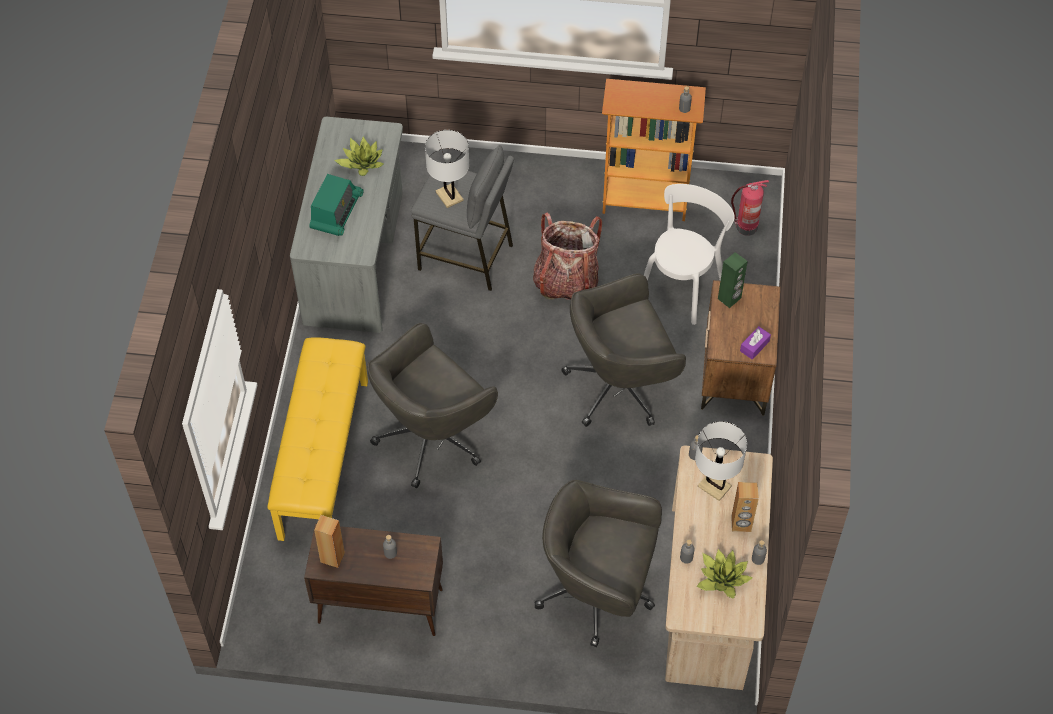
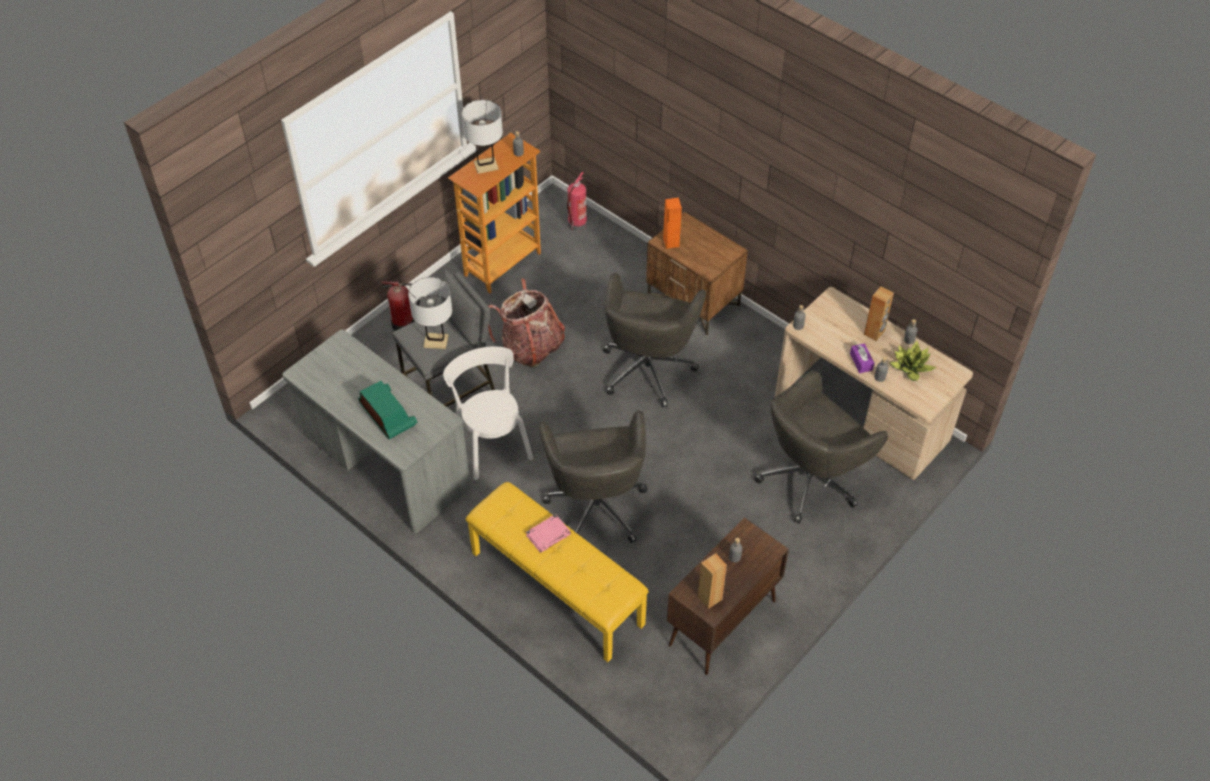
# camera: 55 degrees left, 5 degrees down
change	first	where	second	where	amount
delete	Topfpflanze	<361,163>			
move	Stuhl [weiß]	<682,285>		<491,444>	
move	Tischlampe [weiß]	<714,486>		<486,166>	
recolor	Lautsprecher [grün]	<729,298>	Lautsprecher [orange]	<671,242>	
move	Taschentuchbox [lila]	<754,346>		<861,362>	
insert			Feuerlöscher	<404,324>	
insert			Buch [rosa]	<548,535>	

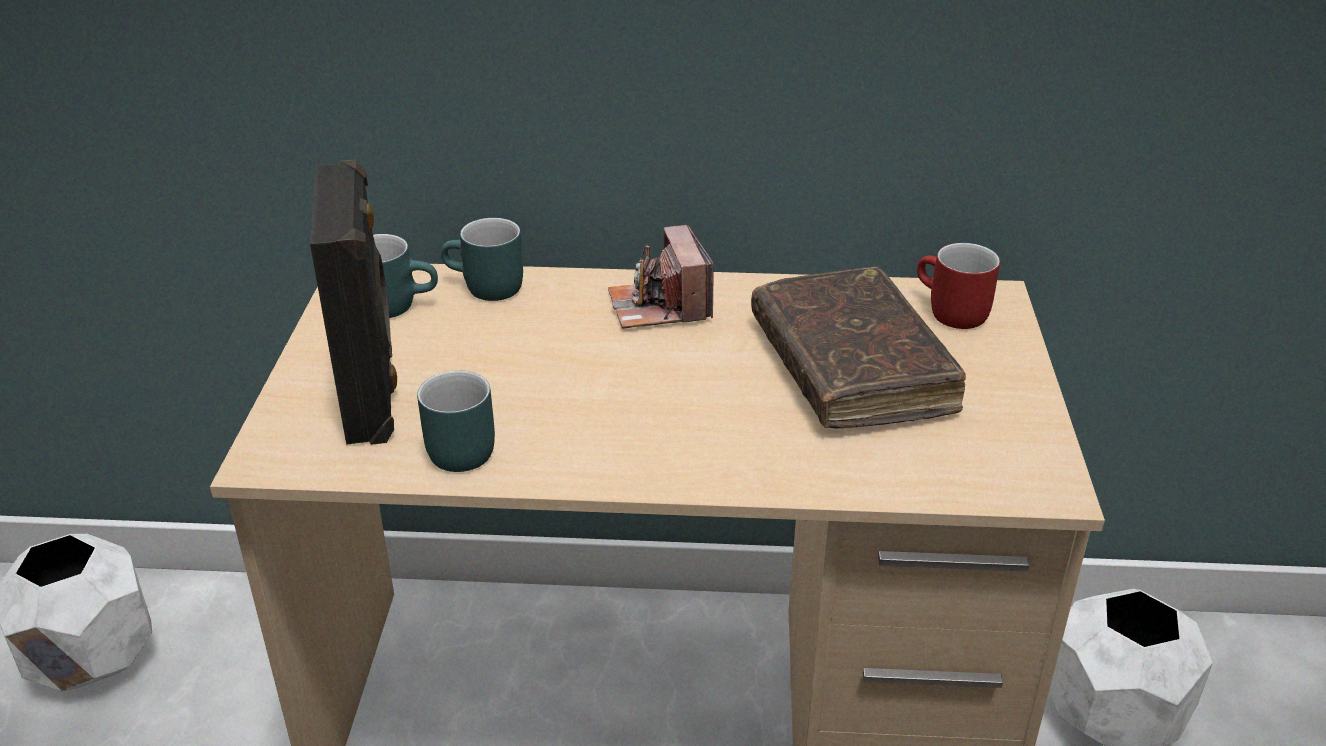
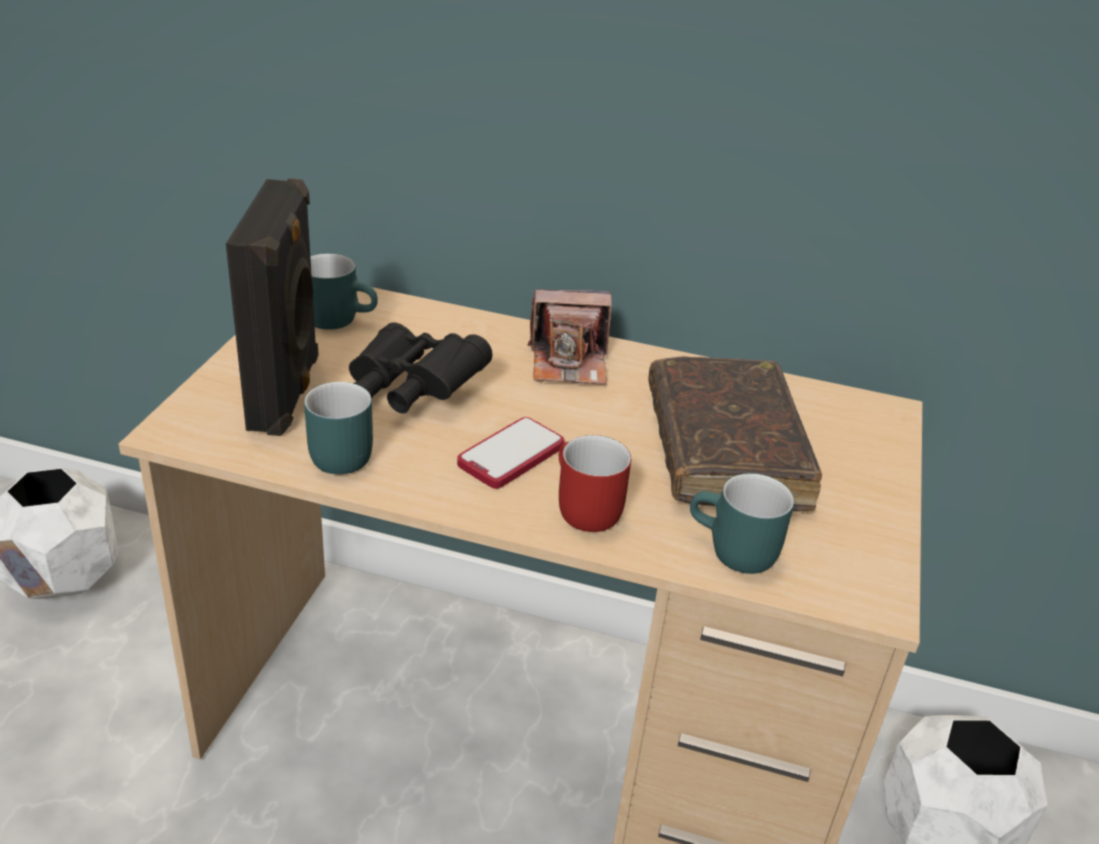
# camera: 10 degrees right, 0 degrees up
change	first	where	second	where	amount
move	Henkelbecher [türkis]	<484,289>		<732,553>	
rotate	Kamera	<659,306>		<569,362>	90 degrees counterclockwise
move	Henkelbecher [rot]	<948,313>		<580,508>	
insert			Fernglas [schwarz]	<410,391>	
insert			Handy	<511,455>	

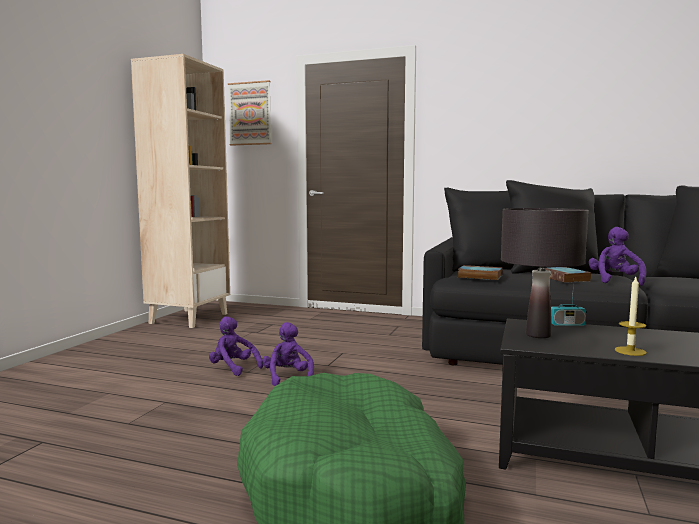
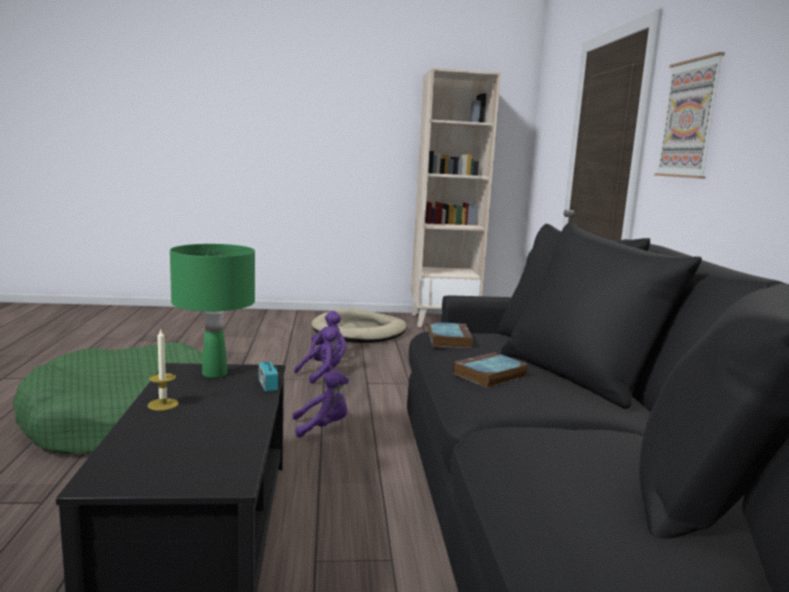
# camera: 65 degrees right, 5 degrees up
change	first	where	second	where	amount
move	Bild	<250,113>		<689,119>	
recolor	Tischlampe [schwarz]	<538,335>	Tischlampe [grün]	<215,374>	
move	Plüschtier [lila]	<615,281>		<323,427>	
insert			Hundebett [beige]	<359,331>	

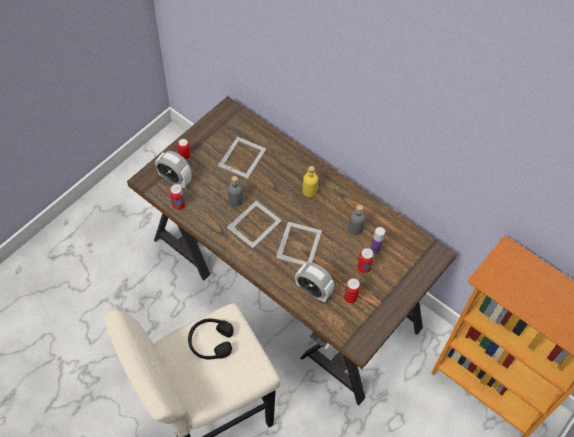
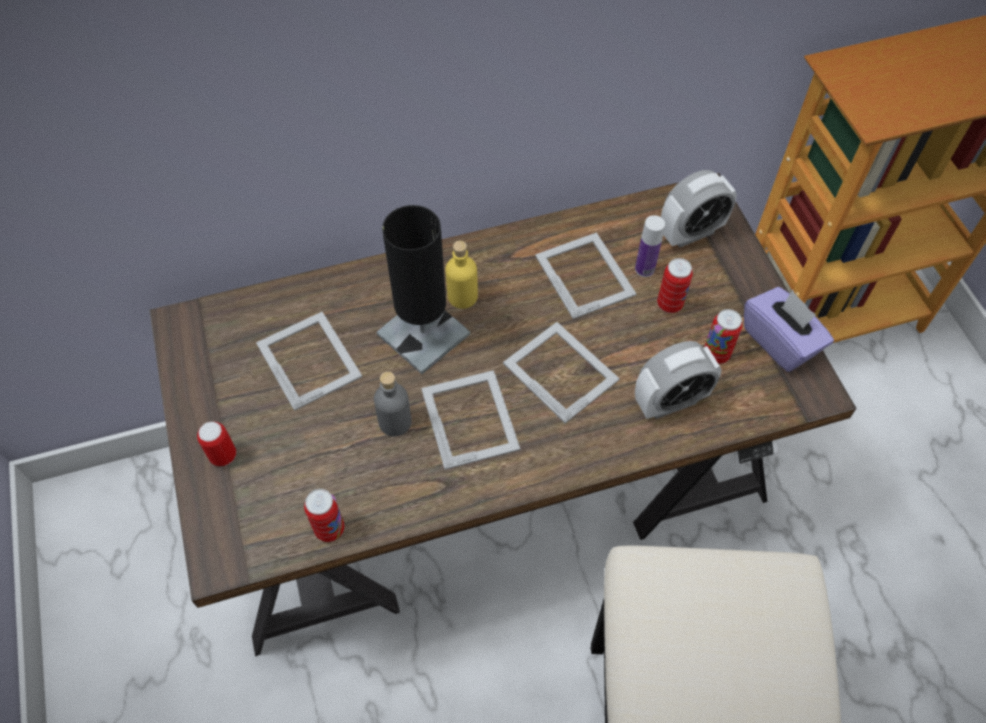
# camera: 55 degrees left, 0 degrees up
change	first	where	second	where	amount
move	Wecker	<175,180>		<691,233>	
delete	Kopfhörer [schwarz]	<211,342>			
replace	Flasche [grau]	<355,228>	Bilderrahmen	<585,274>	
insert			Tischlampe [schwarz]	<423,334>	
insert			Taschentuchbox [lila]	<780,341>	

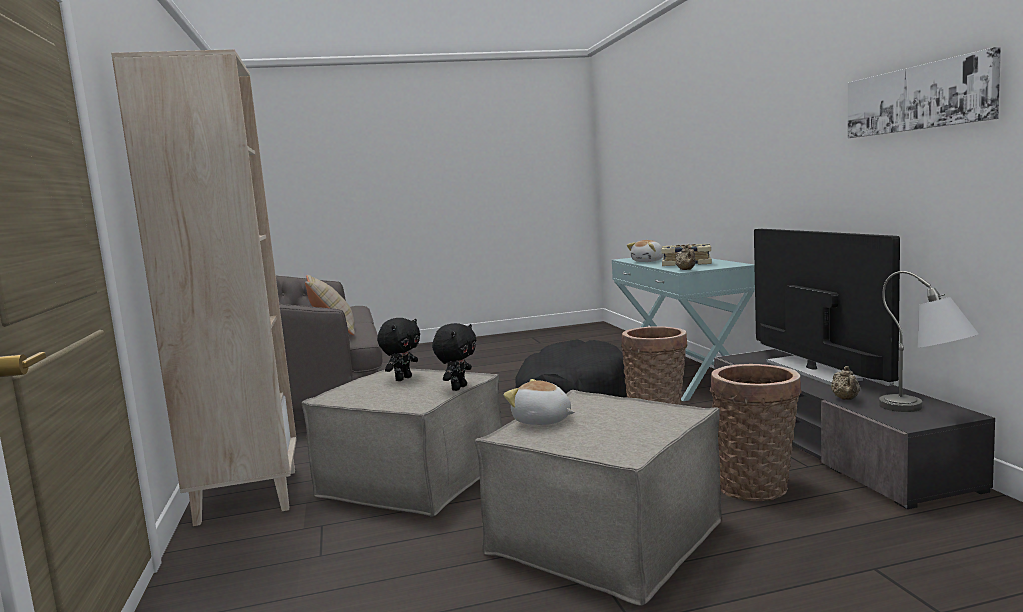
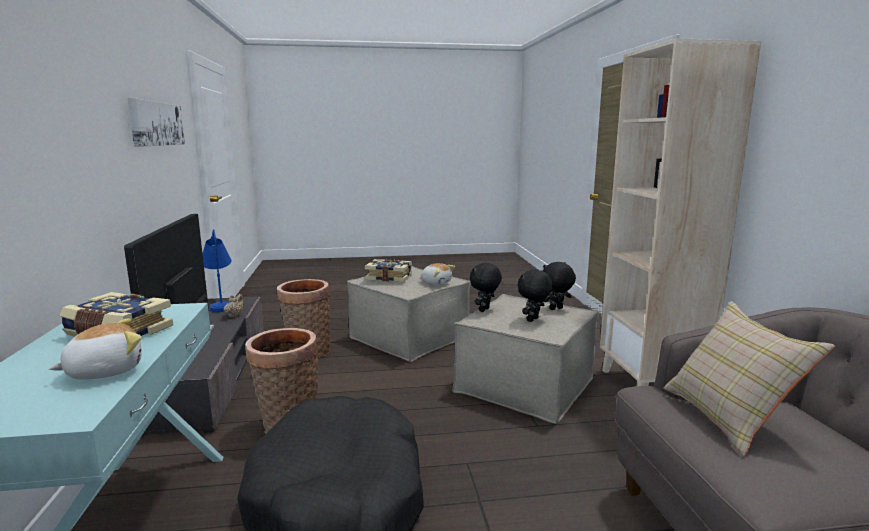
# camera: 175 degrees left, 5 degrees up
change	first	where	second	where	amount
delete	Teekanne [beige]	<686,270>			
recolor	Tischlampe [grau]	<926,412>	Tischlampe [blau]	<221,304>	
insert			Buch	<389,277>	
insert			Plüschtier [schwarz]	<556,309>	

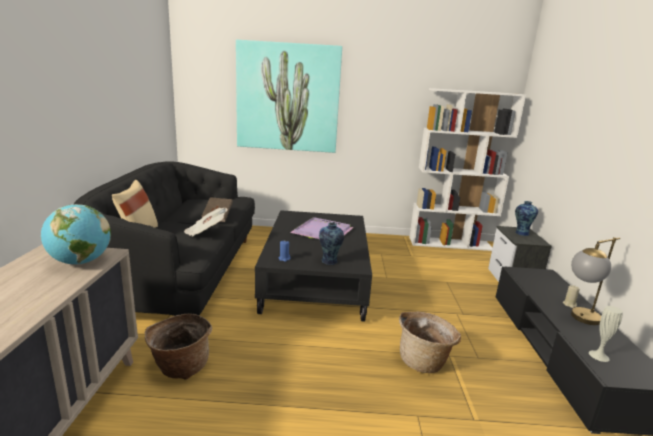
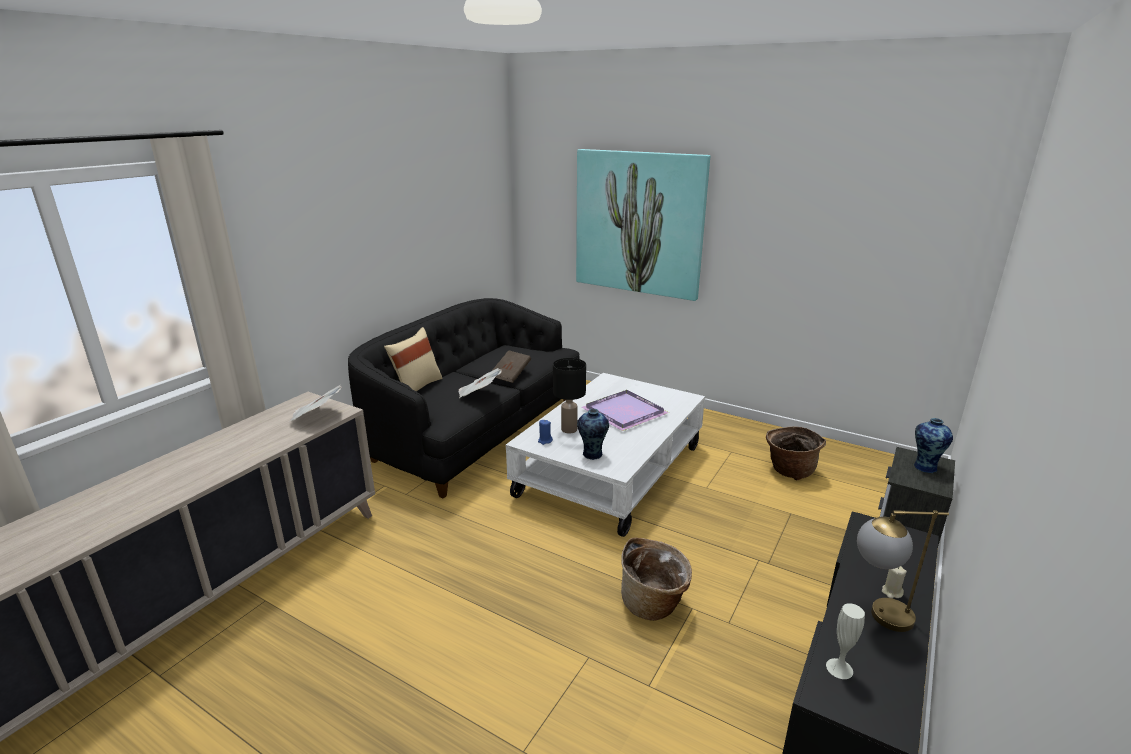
# camera: 30 degrees right, 5 degrees up
change	first	where	second	where	amount
replace	Globus	<80,262>	Zeitung	<317,417>	
move	Korb	<180,367>		<789,471>	
recolor	Couchtisch [schwarz]	<315,280>	Couchtisch [weiß]	<610,470>	
delete	Bücherregal [weiß]	<450,243>			
insert			Tischlampe [schwarz]	<568,430>	

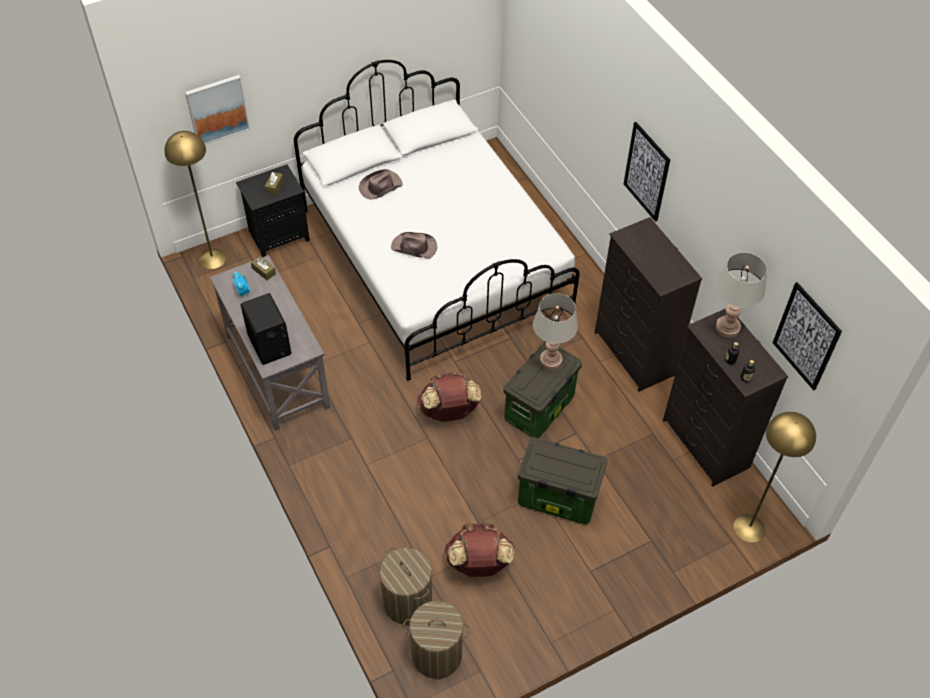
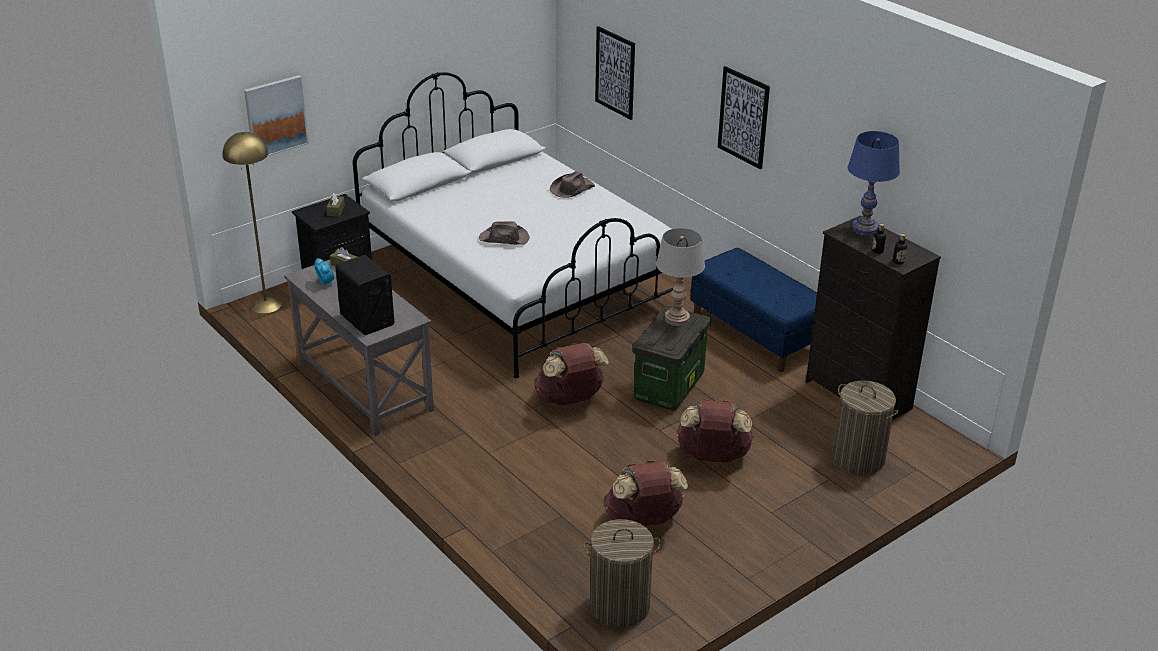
# camera: 10 degrees left, 20 degrees down
change	first	where	second	where	amount
move	Hut [braun]	<380,186>		<571,189>	
move	Wäschekorb	<408,602>		<858,458>	
replace	Aufbewahrungsbox	<556,499>	Rucksack [braun]	<713,457>	
replace	Kommode [schwarz]	<634,354>	Bank [blau]	<756,334>	
recolor	Tischlampe [grau]	<727,328>	Tischlampe [blau]	<864,229>	
delete	Stehlampe [gelb]	<749,528>			
move	Bild	<806,336>		<615,72>	

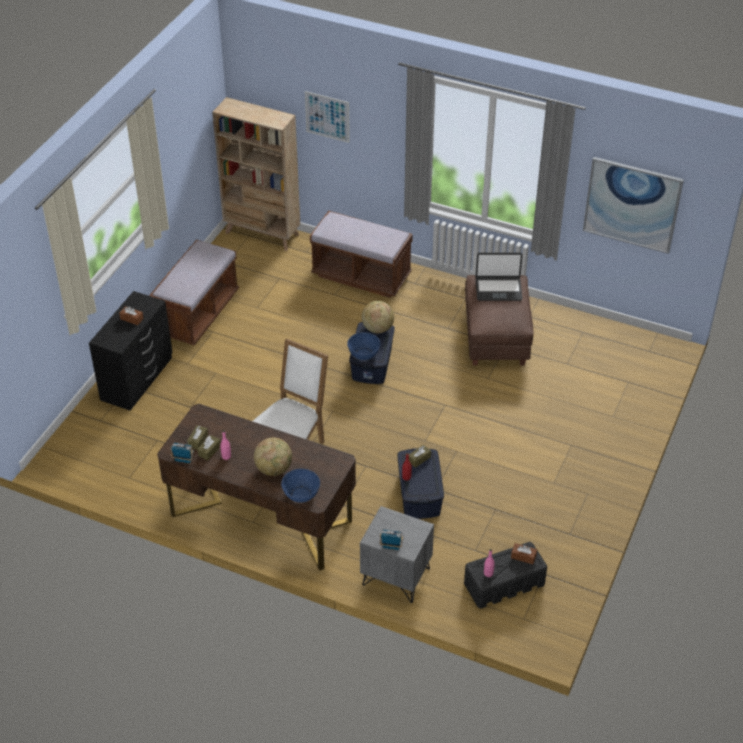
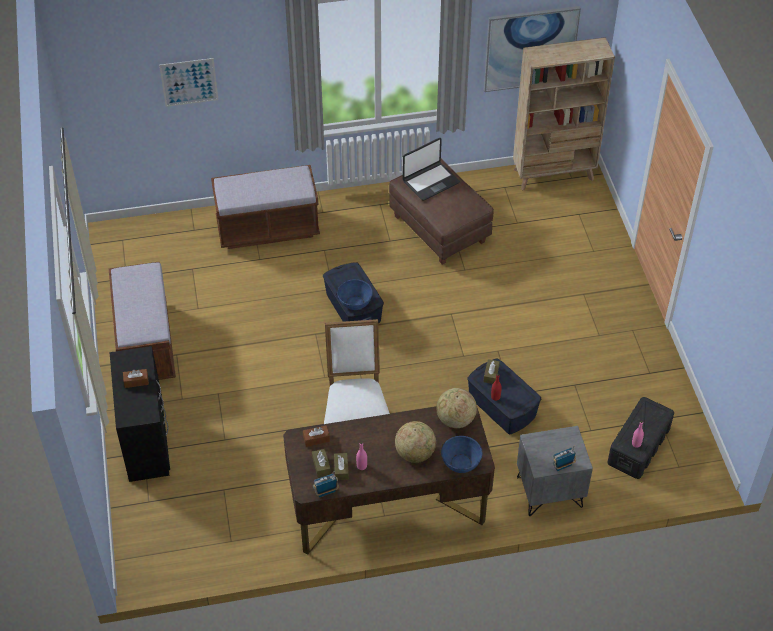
# camera: 35 degrees left, 5 degrees up
change	first	where	second	where	amount
move	Bücherregal [beige]	<262,234>		<554,174>	
move	Globus	<377,328>		<455,420>	
move	Taschentuchbox [braun]	<523,556>		<316,439>	

